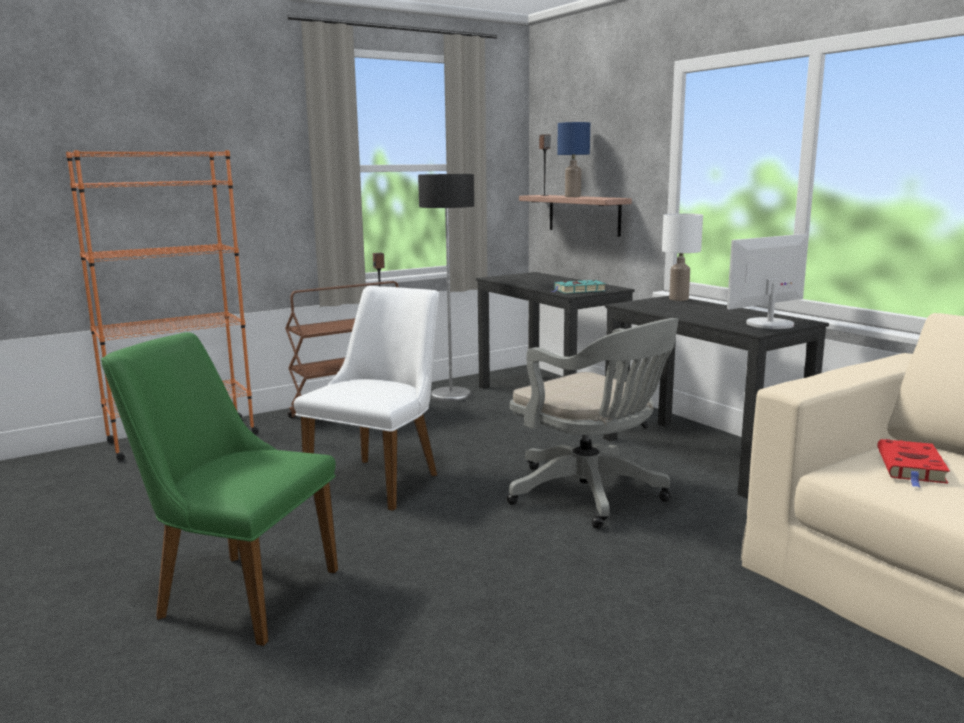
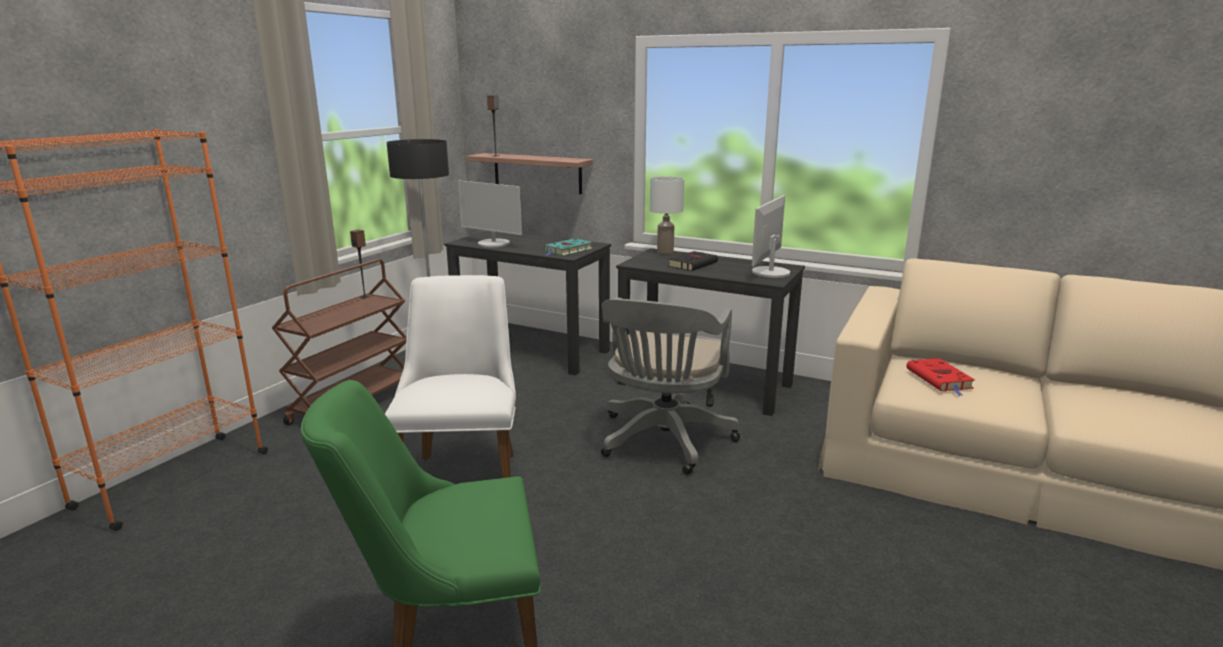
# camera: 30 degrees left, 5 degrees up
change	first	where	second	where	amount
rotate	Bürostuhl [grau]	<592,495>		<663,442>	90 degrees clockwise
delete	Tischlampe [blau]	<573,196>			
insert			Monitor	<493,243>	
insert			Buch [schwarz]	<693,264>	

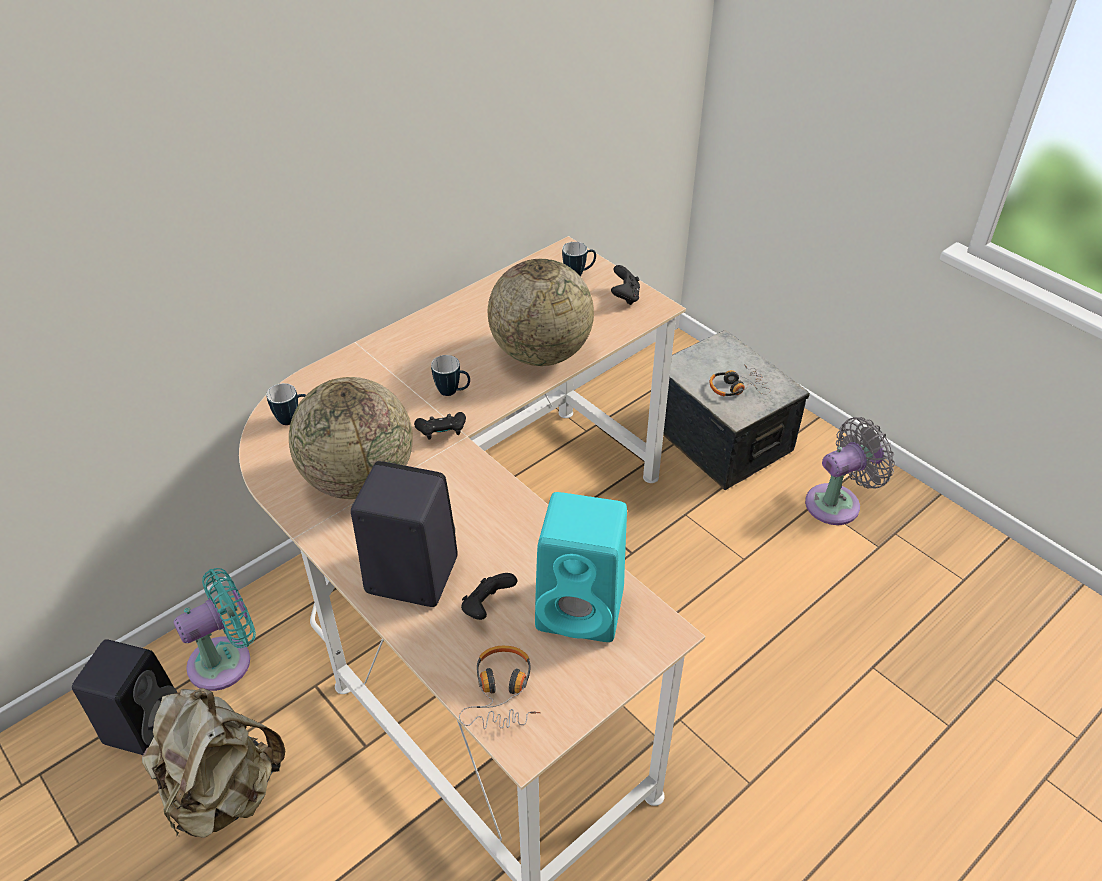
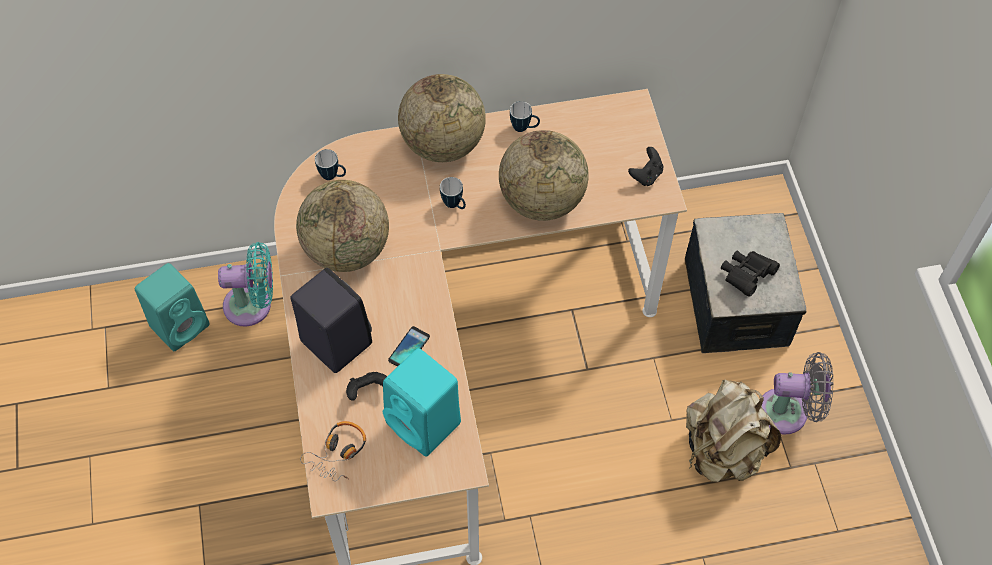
# camera: 30 degrees right, 15 degrees up
change	first	where	second	where	amount
recolor	Lautsprecher [schwarz]	<144,722>	Lautsprecher [türkis]	<181,324>	
move	Rucksack [beige]	<223,791>		<722,450>	
delete	Gamepad [schwarz]	<442,433>			
move	Henkelbecher	<579,274>		<524,128>	
replace	Kopfhörer	<737,387>	Fernglas [schwarz]	<746,276>	
insert			Handy	<409,348>	
insert			Globus	<443,144>	

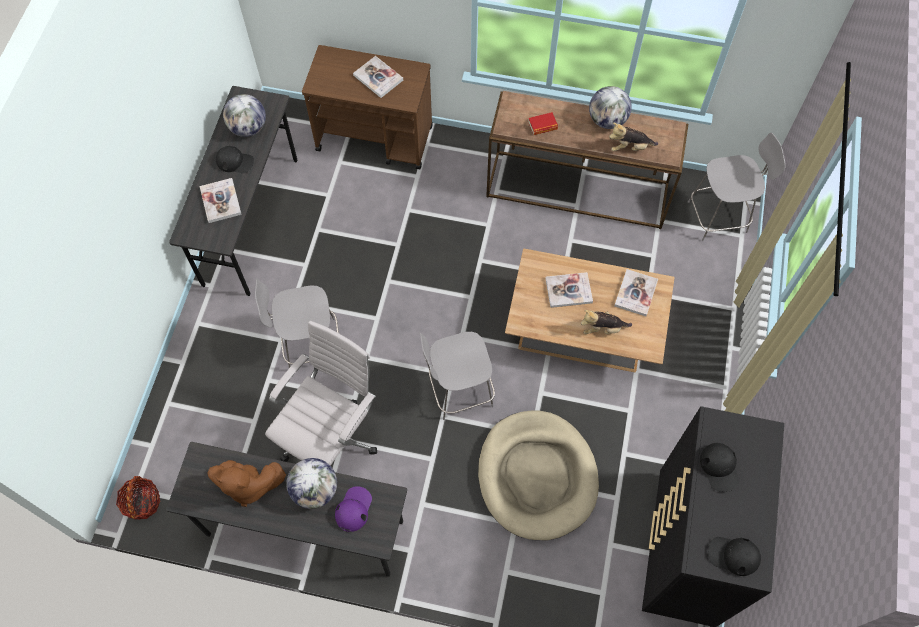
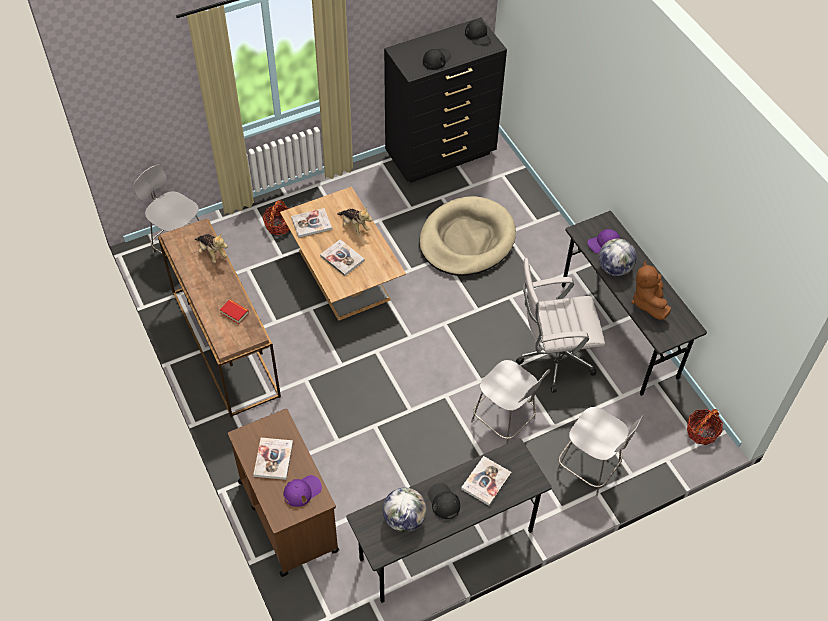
# camera: 130 degrees left, 10 degrees down
change	first	where	second	where	amount
rotate	Plüschtier [braun]	<248,485>		<648,302>	150 degrees counterclockwise
move	Stuhl [grau]	<458,390>		<590,468>	
delete	Globus	<607,120>			
insert			Korb	<279,225>	
insert			Kappe [lila]	<302,491>	

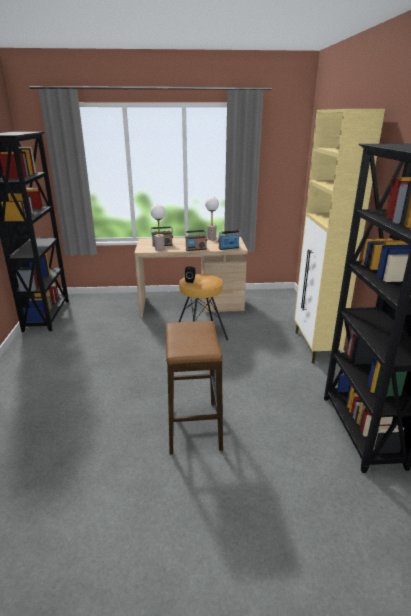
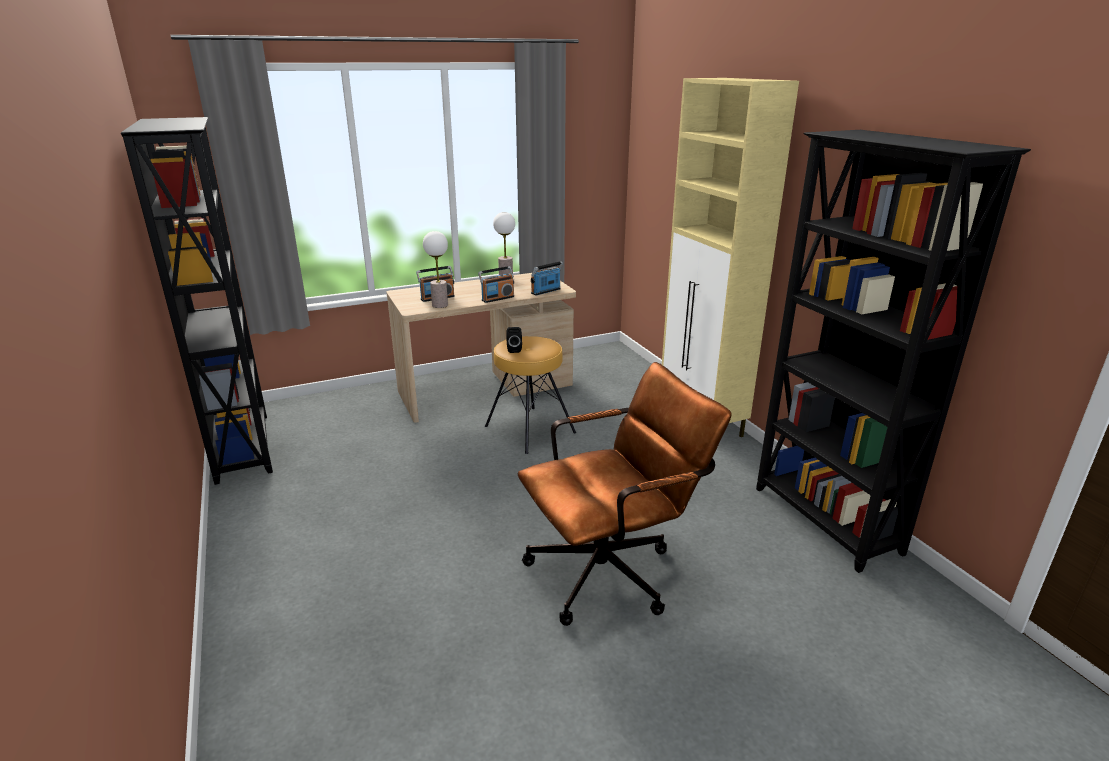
# camera: 20 degrees left, 0 degrees up
change	first	where	second	where	amount
replace	Hocker	<193,427>	Bürostuhl [braun]	<613,570>	

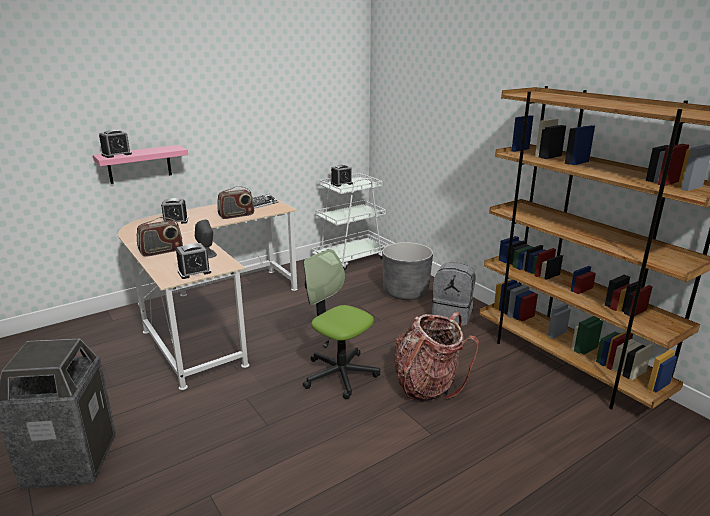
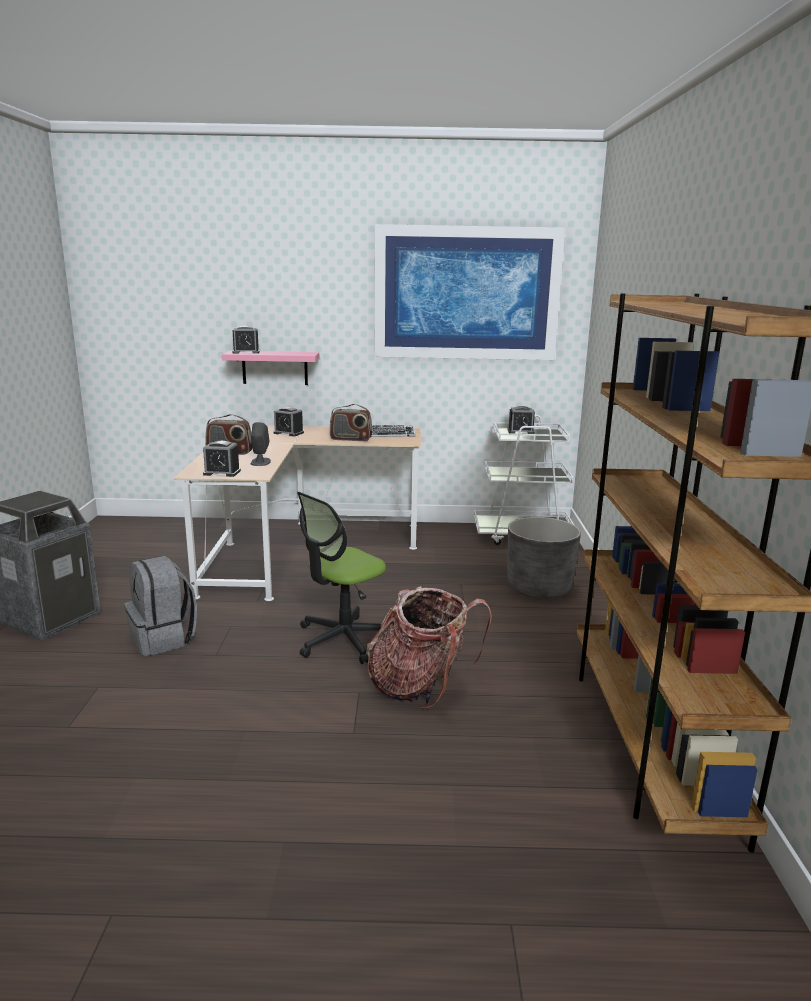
# camera: 35 degrees right, 5 degrees down
change	first	where	second	where	amount
rotate	Bürostuhl	<340,374>		<343,640>	120 degrees counterclockwise
move	Rucksack [grau]	<452,315>		<163,639>	
insert			Bild	<466,293>	

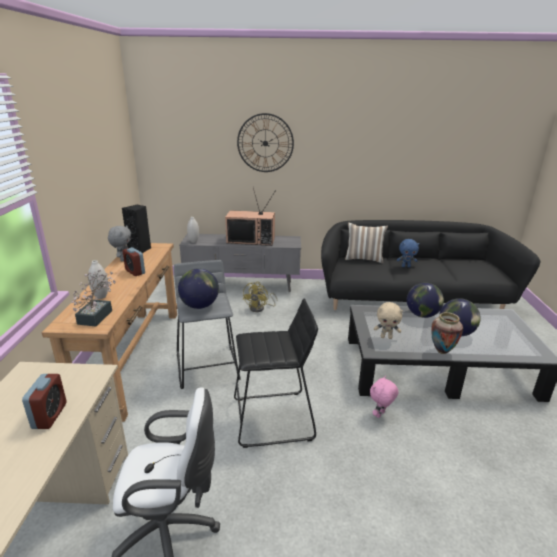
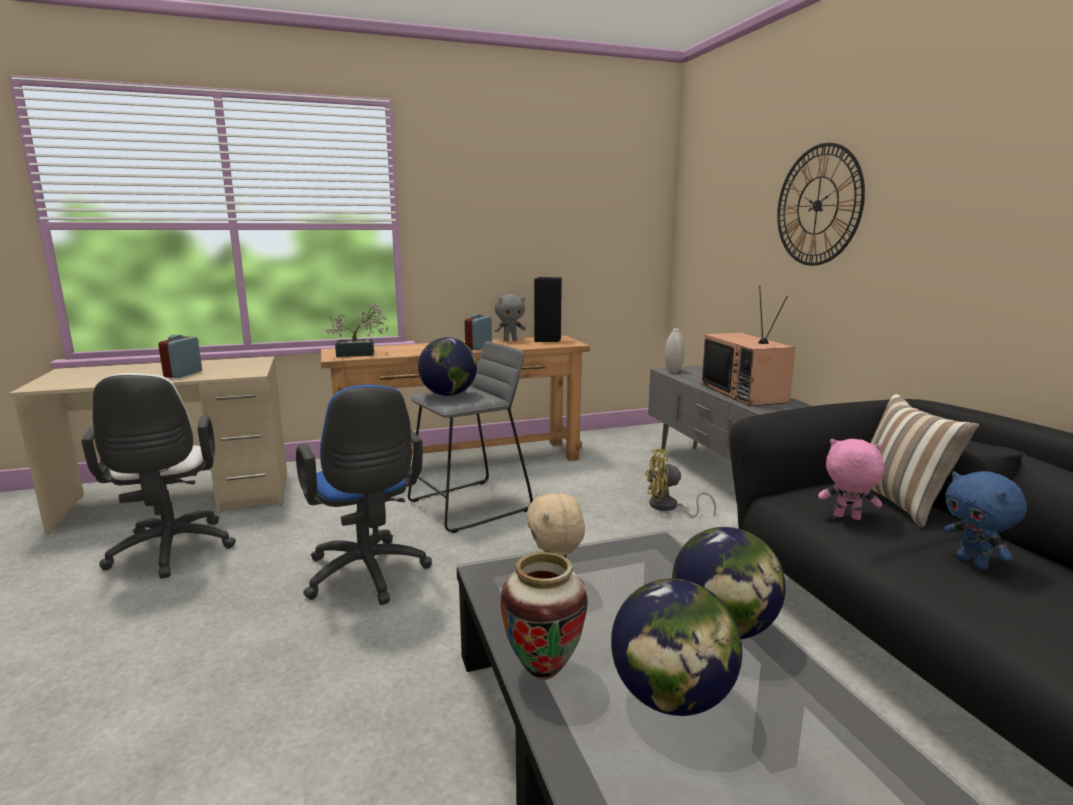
# camera: 70 degrees right, 10 degrees down
change	first	where	second	where	amount
rotate	Wecker	<49,415>		<183,374>	120 degrees clockwise
delete	Vase [weiß]	<101,297>			
replace	Hocker [schwarz]	<273,419>	Bürostuhl [blau]	<368,576>	
move	Plüschtier [rosa]	<380,415>		<846,517>	

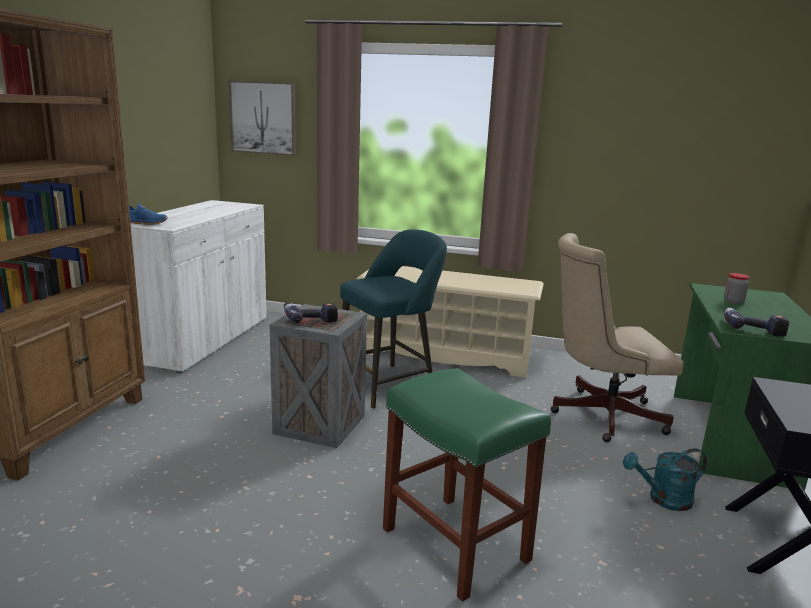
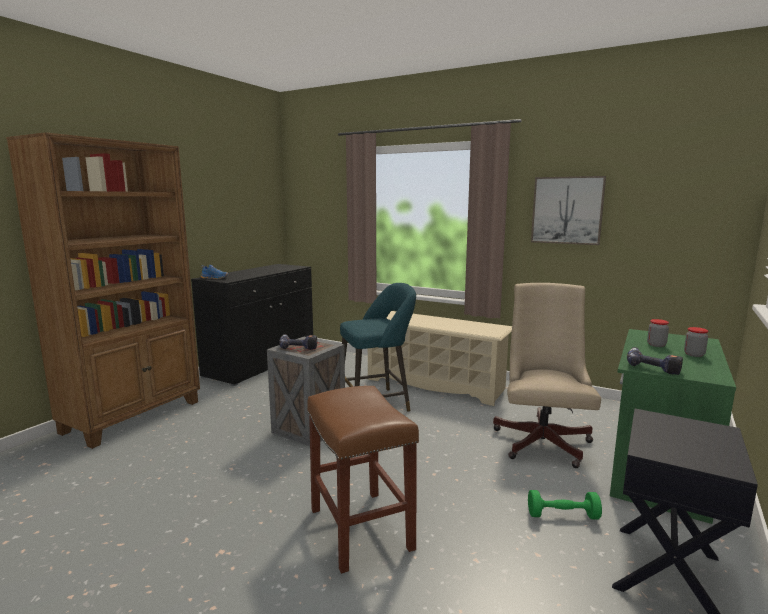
# camera: 15 degrees right, 5 degrees down
change	first	where	second	where	amount
recolor	Schrank [weiß]	<202,340>	Schrank [schwarz]	<261,364>	
move	Bild	<263,118>		<567,210>	
recolor	Hocker [grün]	<453,543>	Hocker [braun]	<359,528>	
rotate	Bürostuhl [beige]	<600,414>		<543,439>	90 degrees clockwise
replace	Gießkanne [türkis]	<663,500>	Hantel [grün]	<562,515>	
insert			Vorratsglas	<694,354>	

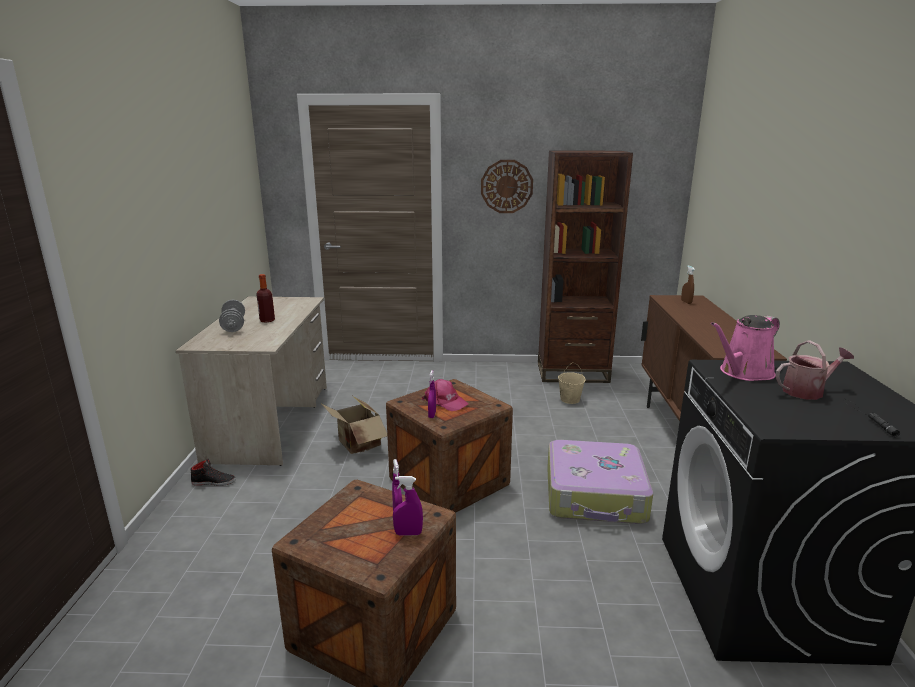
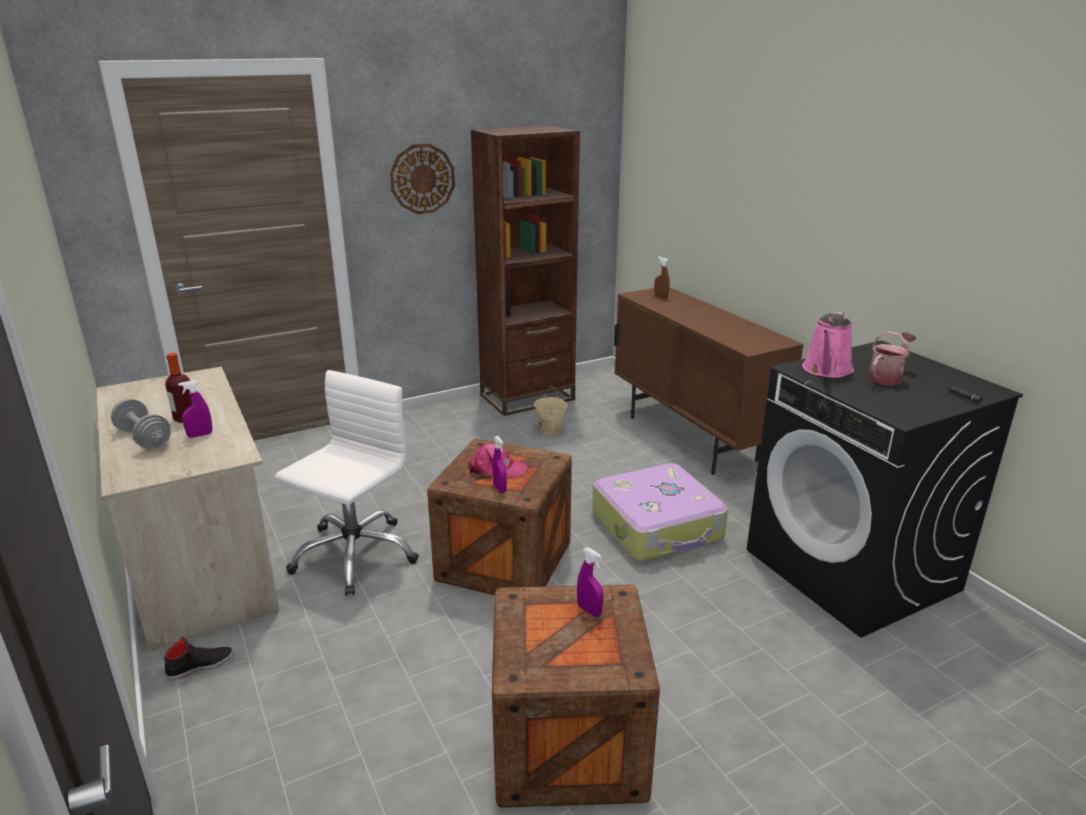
# camera: 30 degrees left, 5 degrees up
change	first	where	second	where	amount
replace	Karton	<356,445>	Bürostuhl [weiß]	<354,554>	
move	Sprühflasche [lila]	<408,533>		<200,435>	

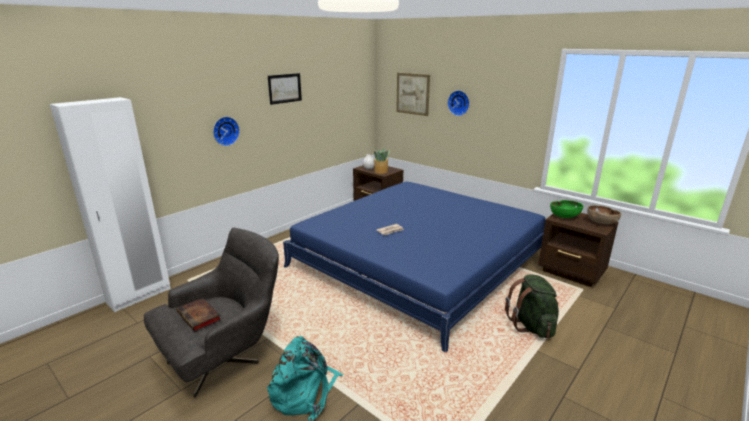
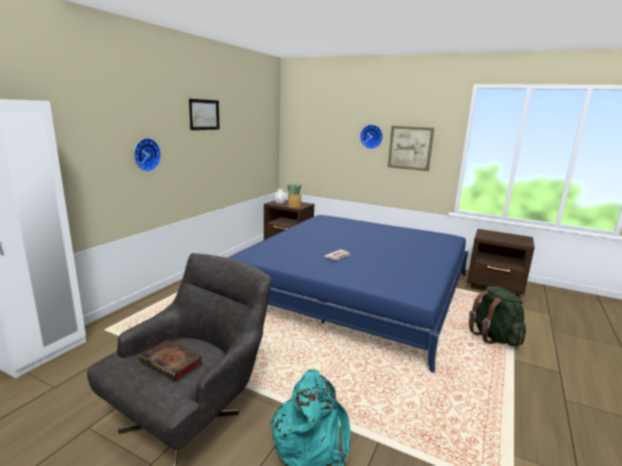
# camera: 15 degrees left, 5 degrees down
change	first	where	second	where	amount
move	Bild	<413,94>		<410,148>	
delete	Schüssel [grün]	<564,216>			
delete	Schüssel [braun]	<601,222>			

